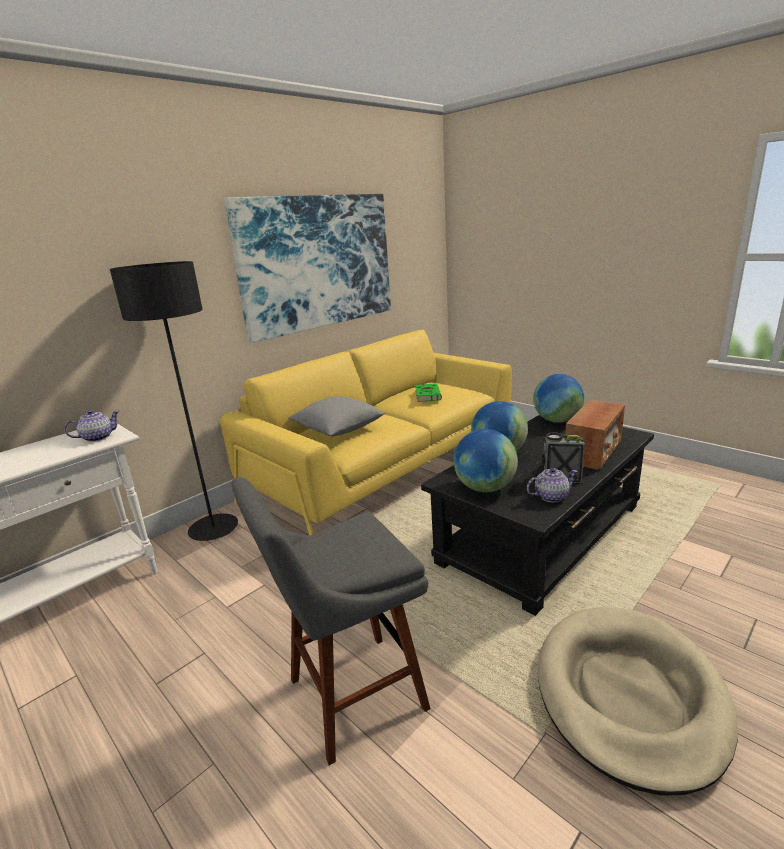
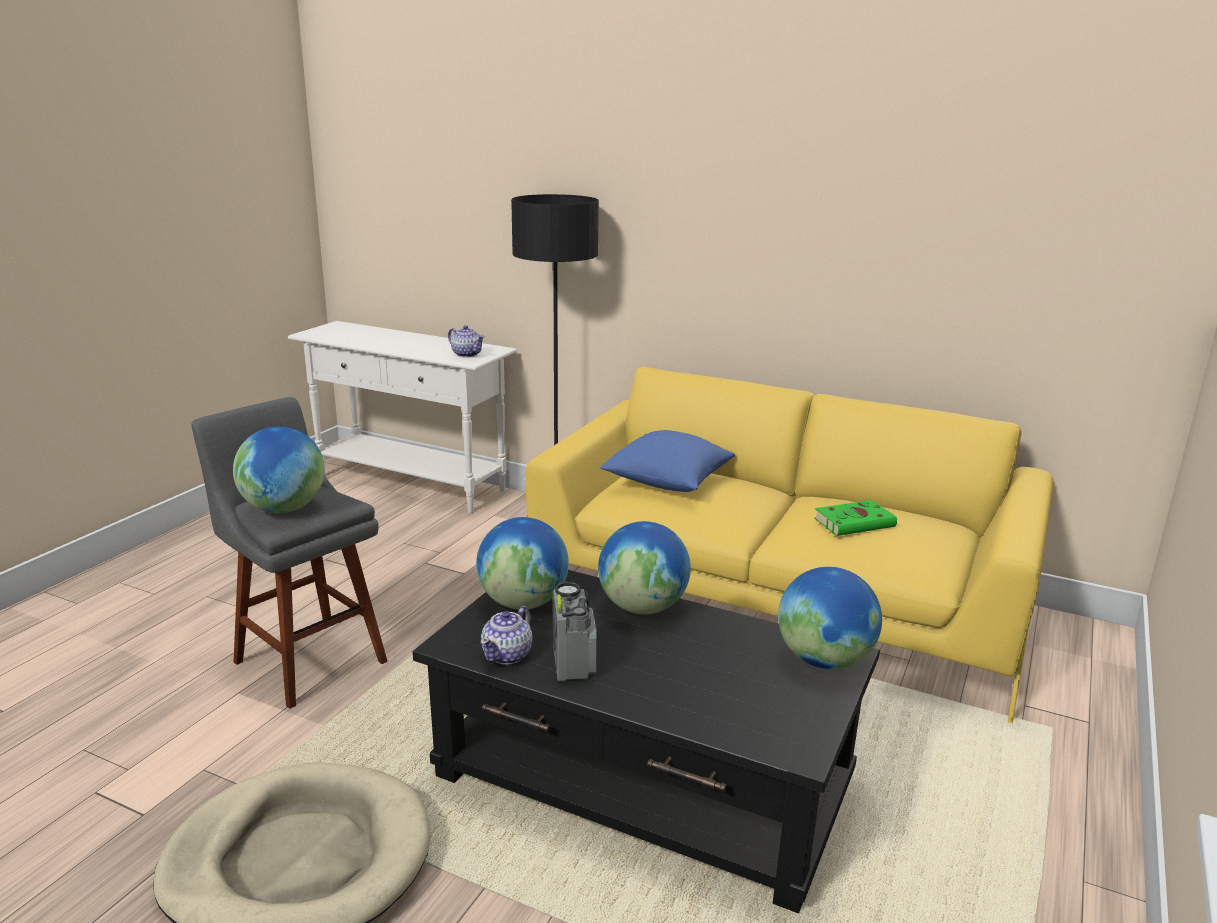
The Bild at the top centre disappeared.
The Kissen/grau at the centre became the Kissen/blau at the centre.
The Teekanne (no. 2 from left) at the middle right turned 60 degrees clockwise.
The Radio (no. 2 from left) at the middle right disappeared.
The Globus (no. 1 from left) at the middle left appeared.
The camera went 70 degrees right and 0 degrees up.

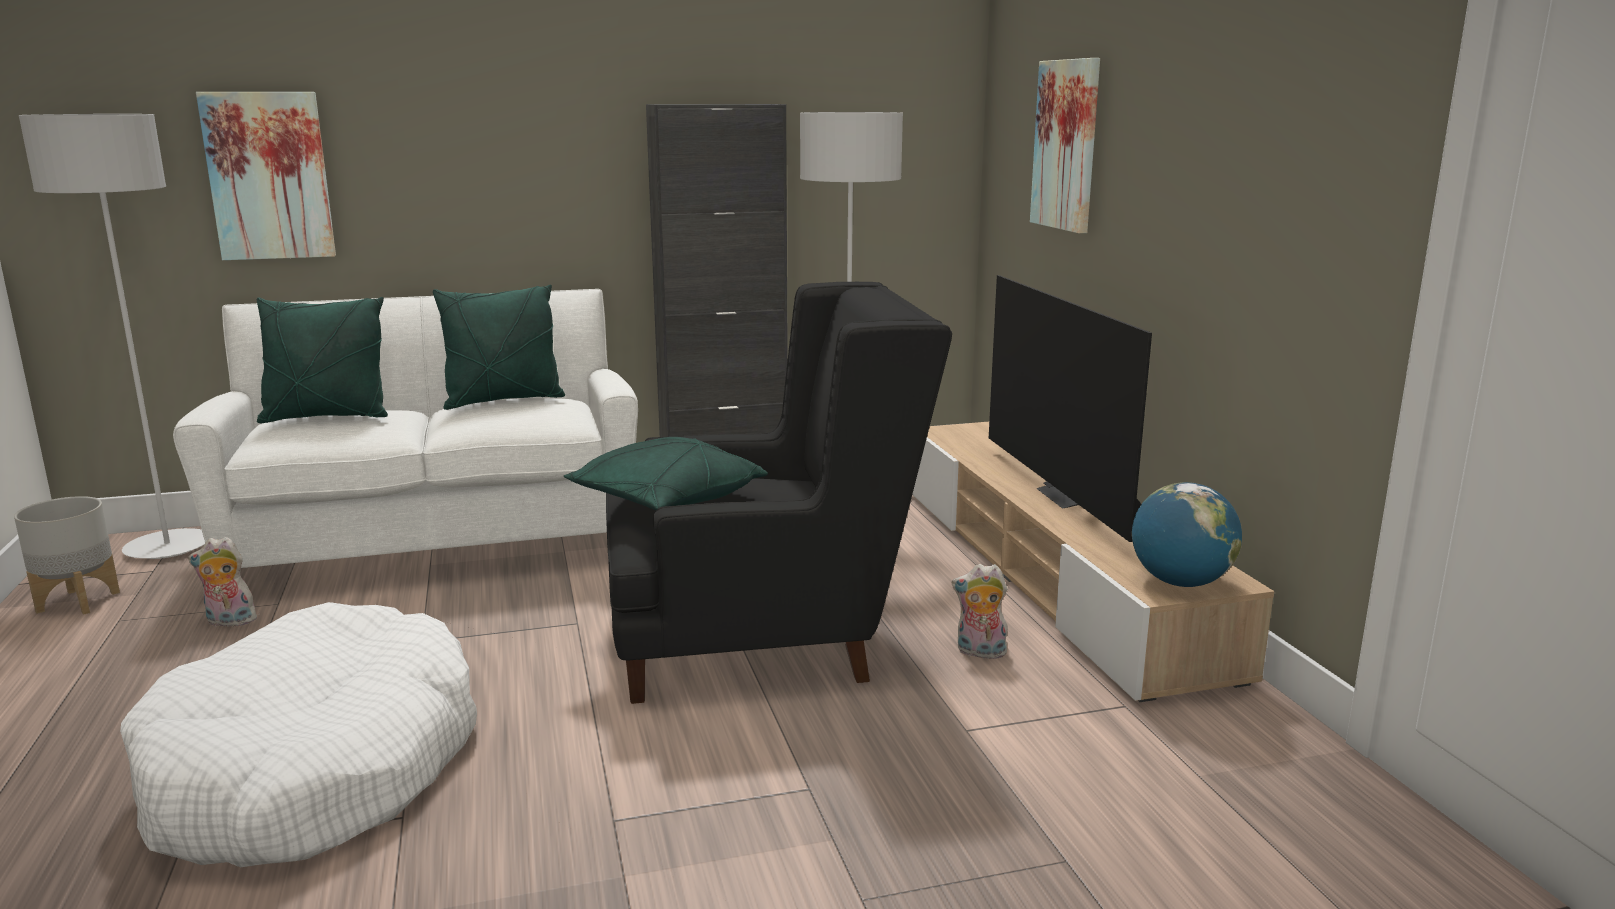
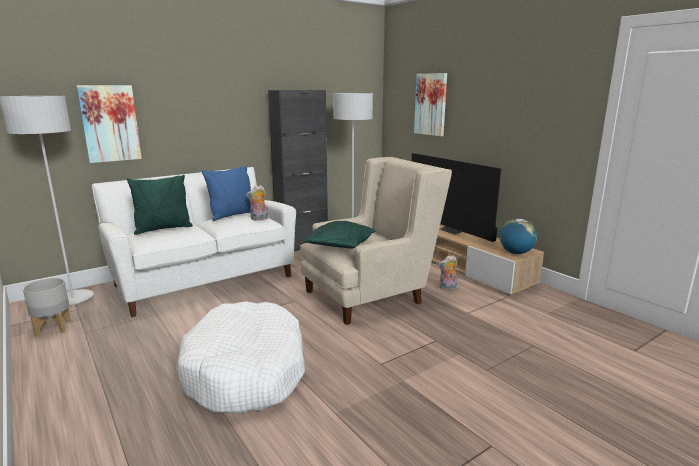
The Plüschtier (no. 1 from left) moved from the middle left to the centre.
The Kissen/grün (no. 2 from left) at the middle left became the Kissen/blau at the middle left.
The Sessel/schwarz at the centre became the Sessel/beige at the centre.
The camera went 20 degrees left and 0 degrees up.

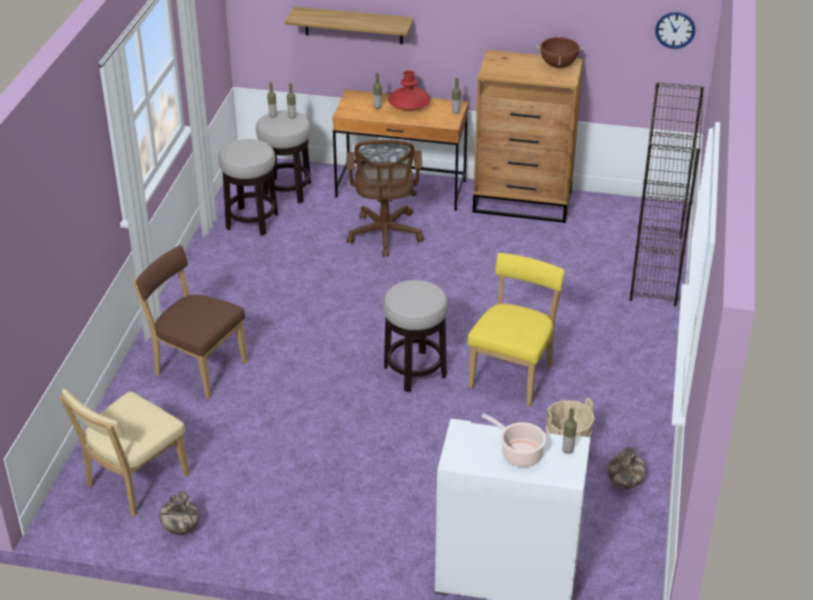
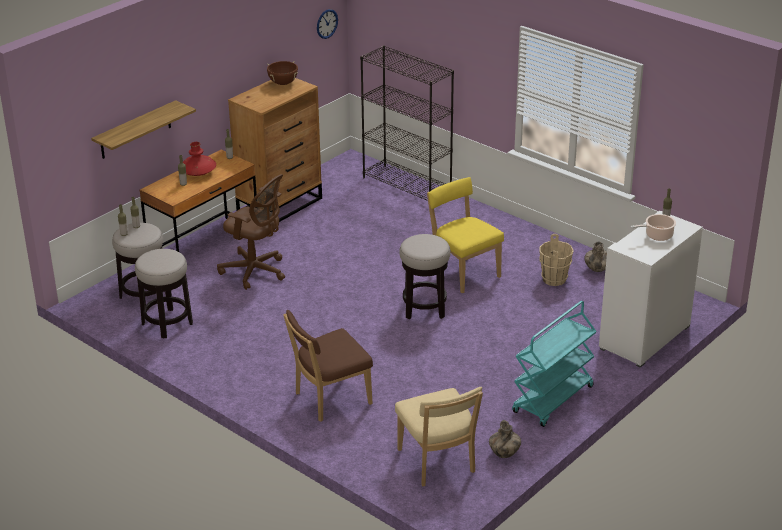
The Rollwagen/türkis at the bottom right appeared.
The camera went 60 degrees left and 5 degrees down.

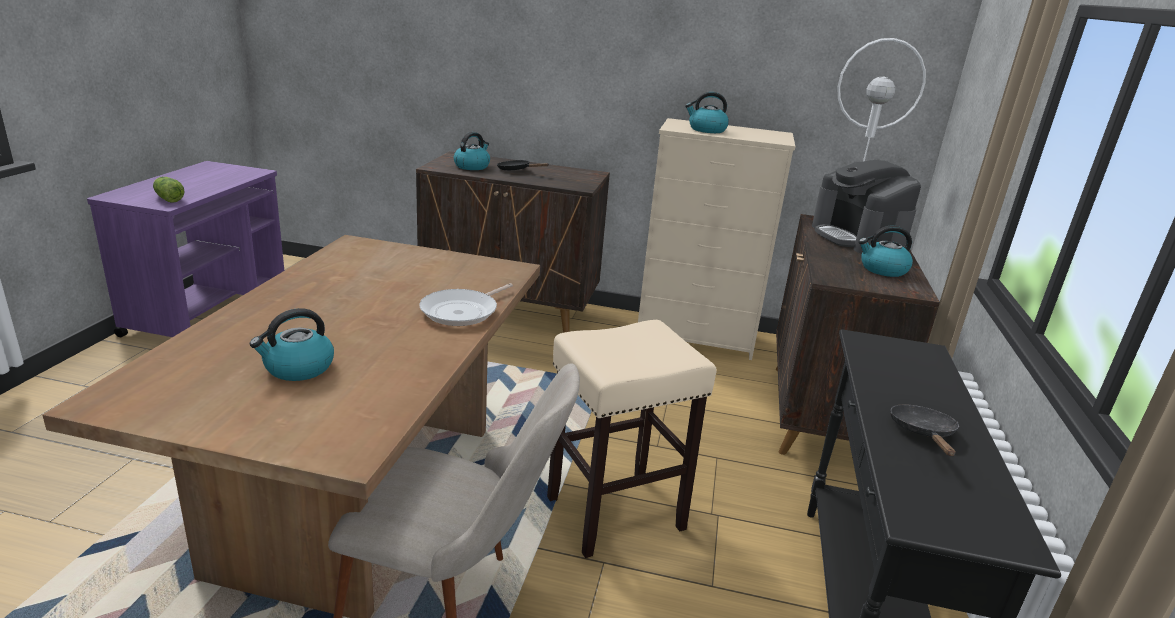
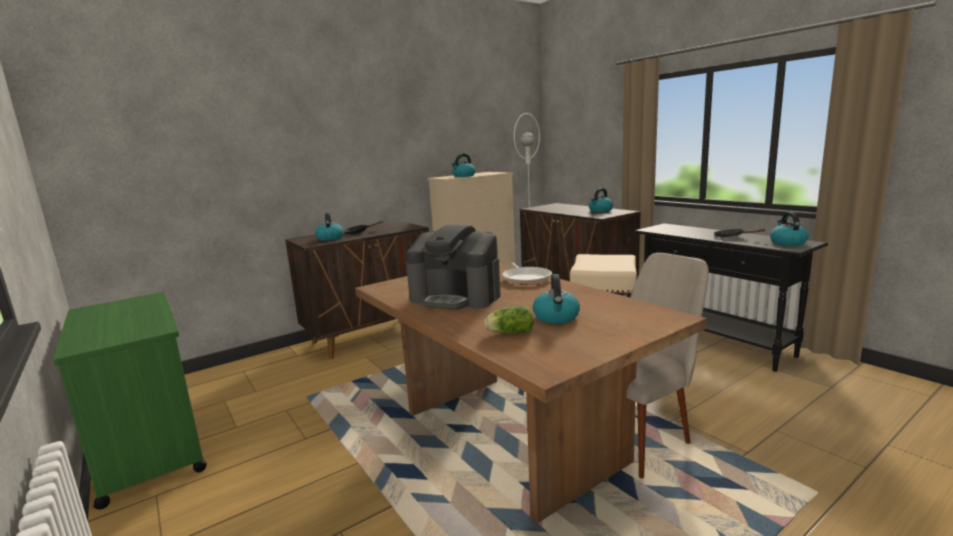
The Rollwagen/lila at the middle left became the Rollwagen/grün at the bottom left.
The Salatkopf moved from the top left to the centre.
The Kaffeemaschine moved from the middle right to the centre.
The Wasserkessel (no. 5 from left) at the middle right appeared.
The camera went 45 degrees left and 10 degrees down.

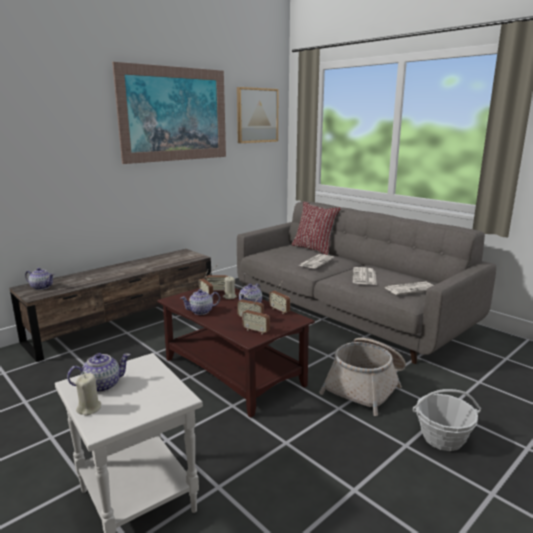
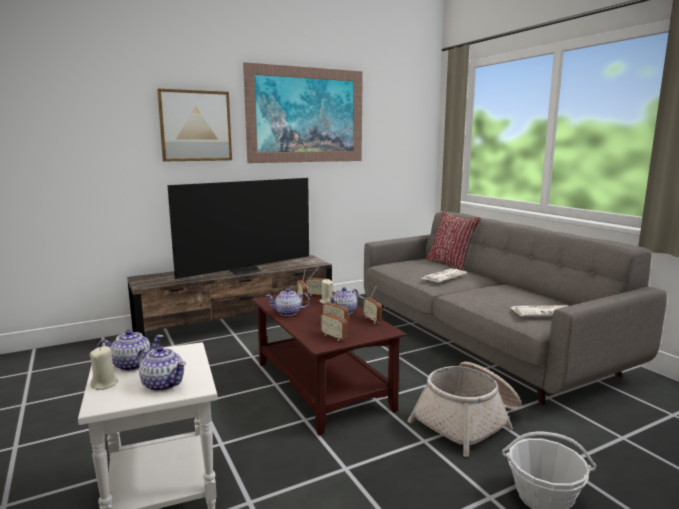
The Teekanne (no. 1 from left in the first image) moved from the middle left to the bottom left.
The Bild (no. 2 from left in the first image) moved from the top centre to the top left.
The Zeitung (no. 2 from left) at the middle right disappeared.
The Fernseher at the centre appeared.
The camera went 15 degrees right and 5 degrees down.

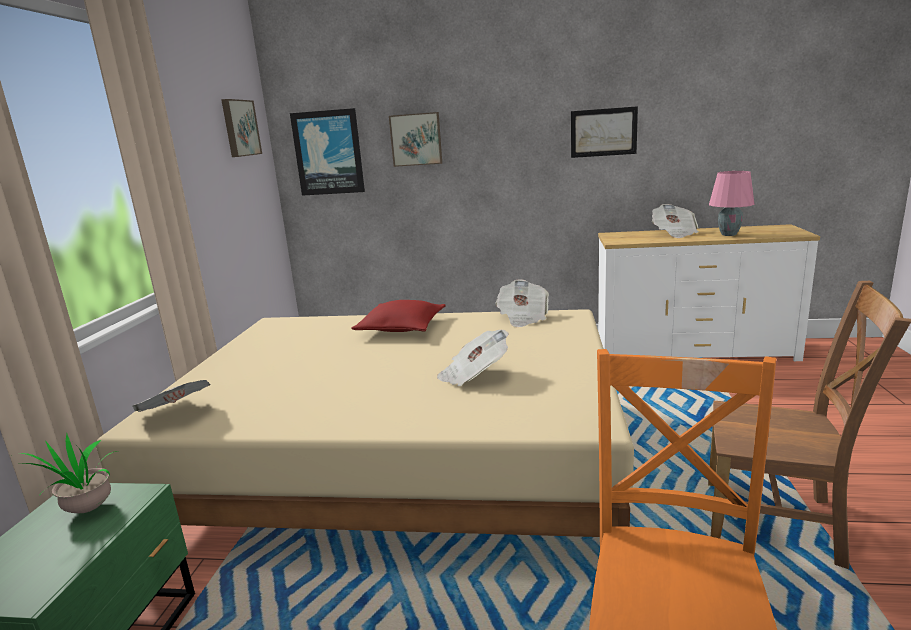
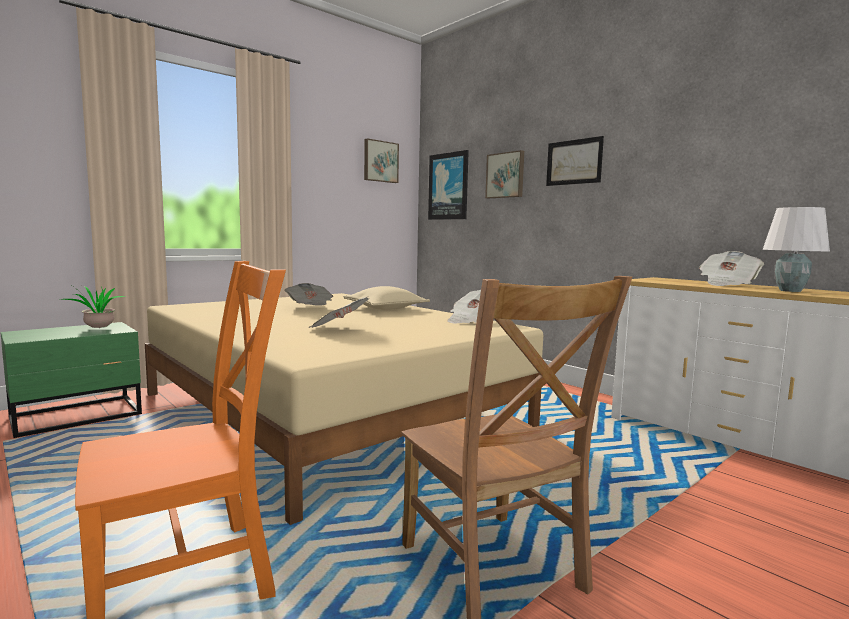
The Zeitung (no. 1 from left) moved from the middle left to the centre.
The Kissen/rot at the centre became the Kissen/beige at the centre.
The Bild (no. 4 from left) moved from the top centre to the top right.
The Tischlampe/rosa at the top right became the Tischlampe/weiß at the middle right.
The camera went 40 degrees right and 10 degrees down.

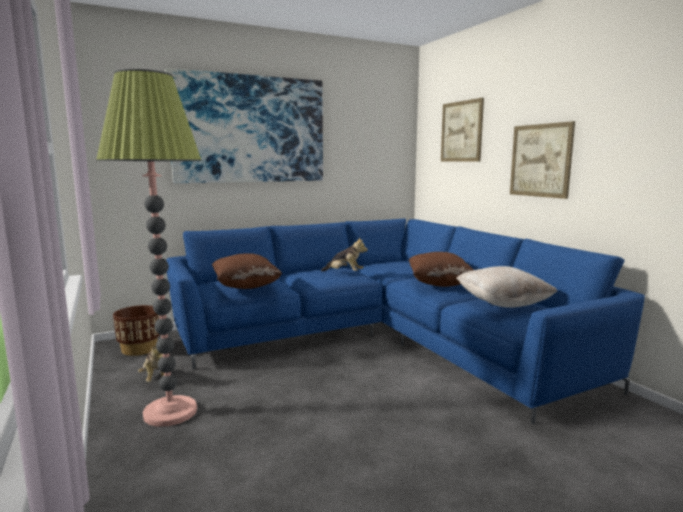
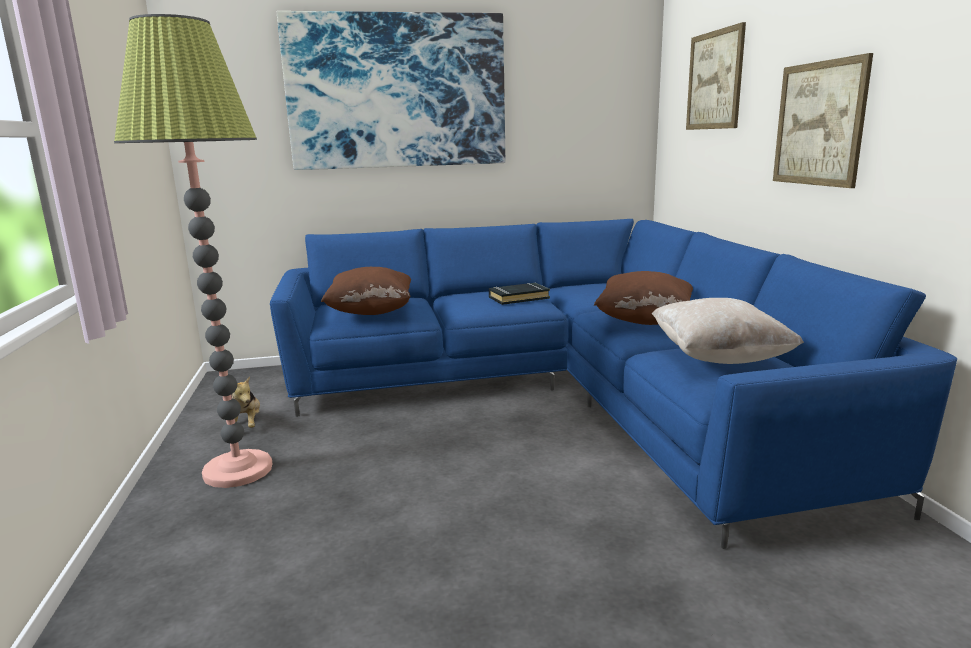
The Pflanzkübel/braun at the middle left disappeared.
The Plüschtier (no. 2 from left) at the centre was replaced by the Buch/schwarz at the centre.
The camera went 15 degrees right and 5 degrees up.

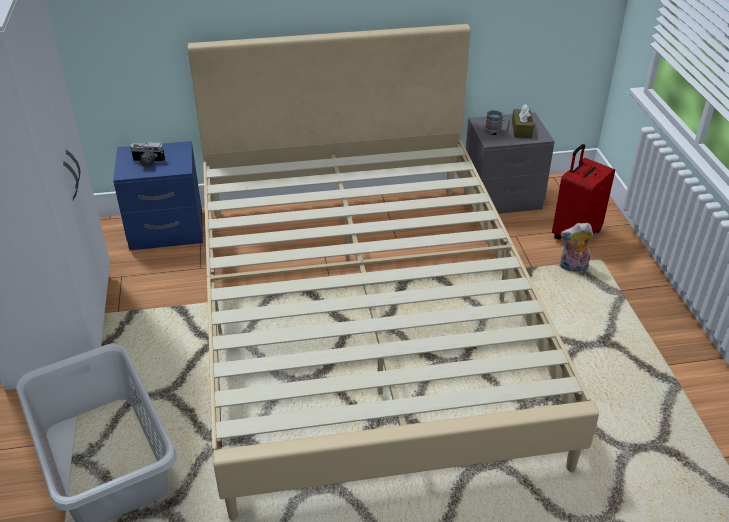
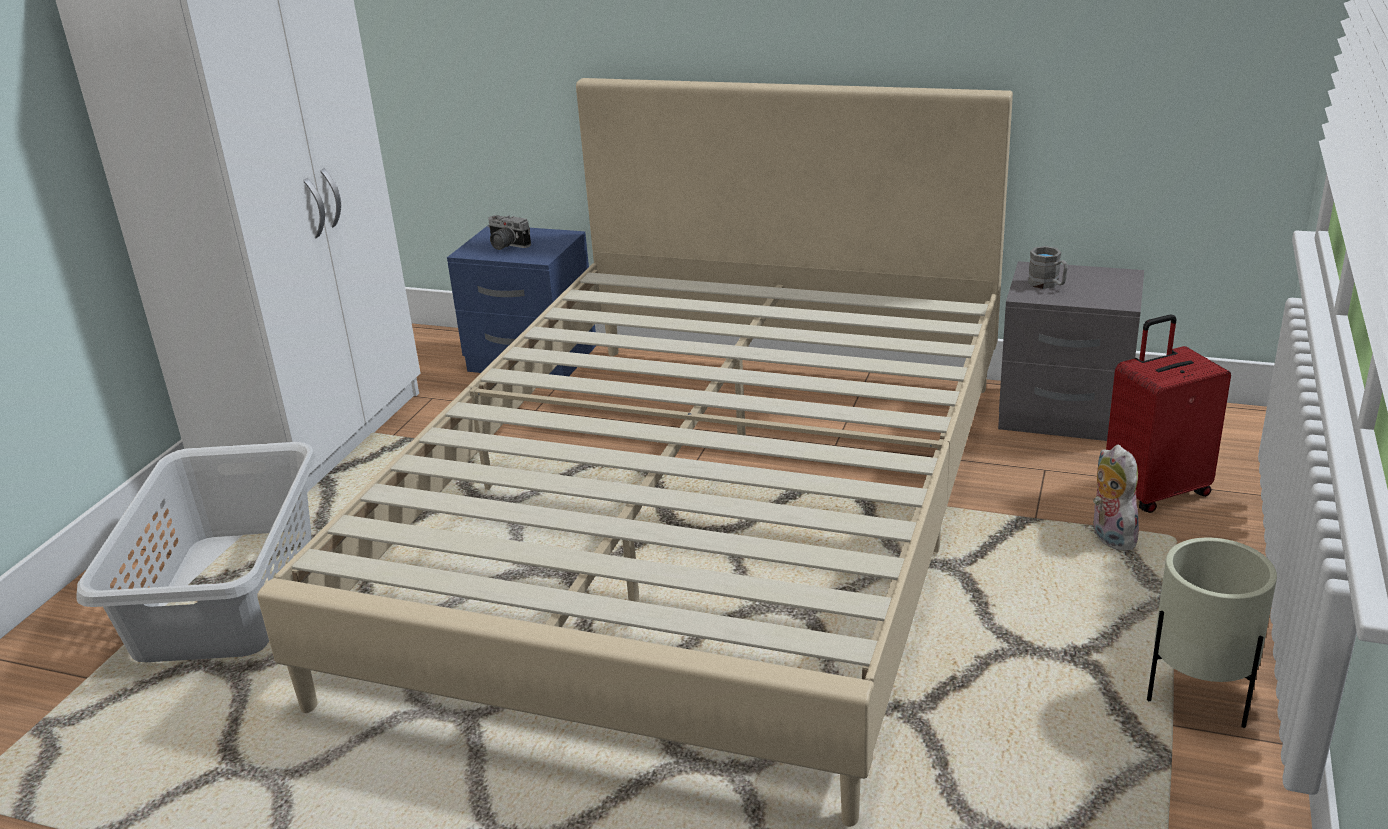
The Taschentuchbox/braun at the top right disappeared.
The Plüschtier at the middle right turned 45 degrees clockwise.
The Pflanzkübel/beige at the bottom right appeared.
The camera went 30 degrees right and 10 degrees down.

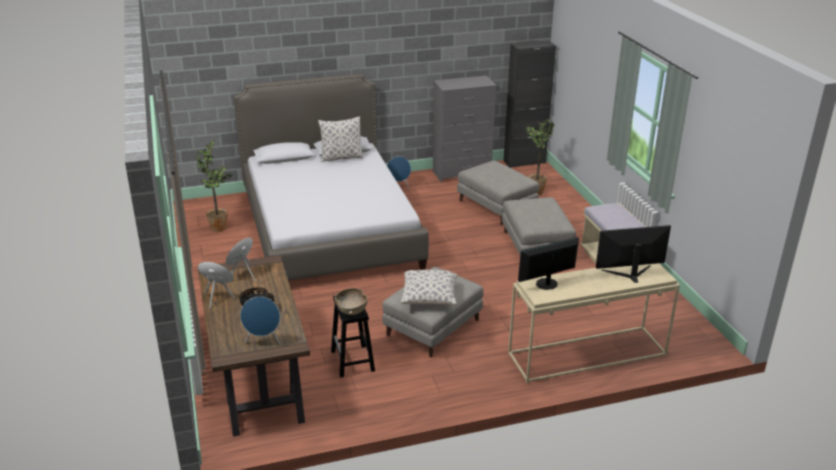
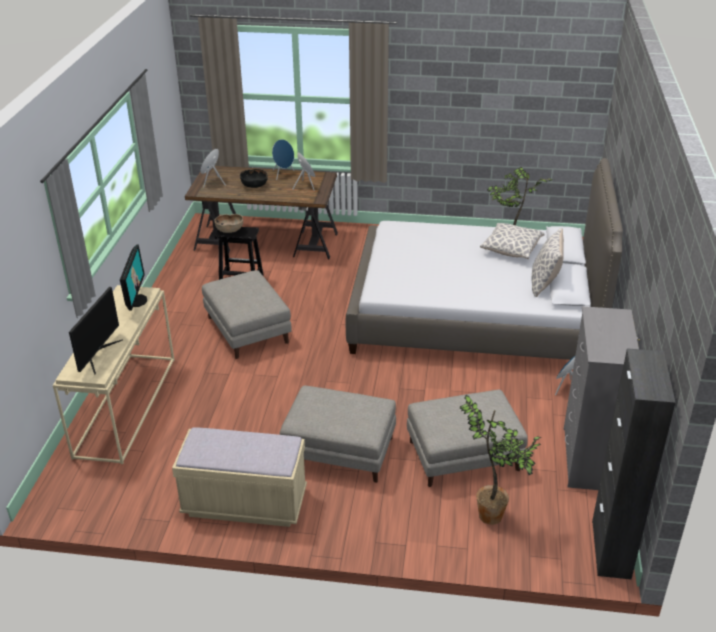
The Kissen (no. 2 from left in the first image) moved from the centre to the middle right.
The camera went 115 degrees right and 5 degrees up.

